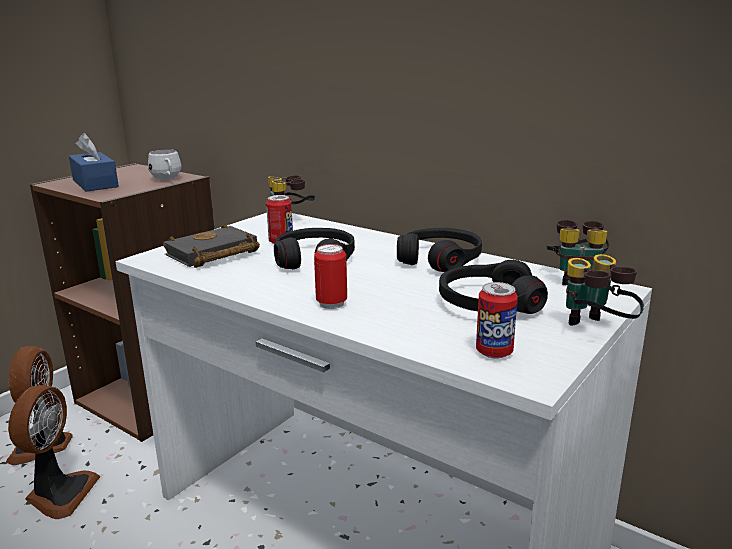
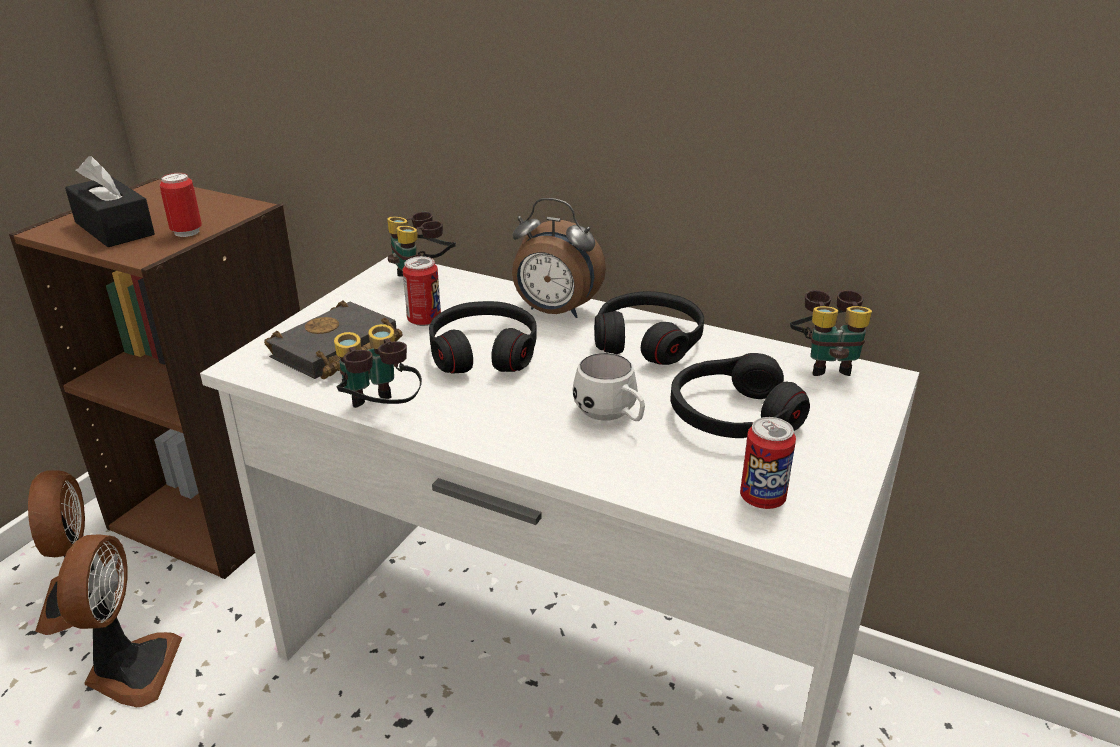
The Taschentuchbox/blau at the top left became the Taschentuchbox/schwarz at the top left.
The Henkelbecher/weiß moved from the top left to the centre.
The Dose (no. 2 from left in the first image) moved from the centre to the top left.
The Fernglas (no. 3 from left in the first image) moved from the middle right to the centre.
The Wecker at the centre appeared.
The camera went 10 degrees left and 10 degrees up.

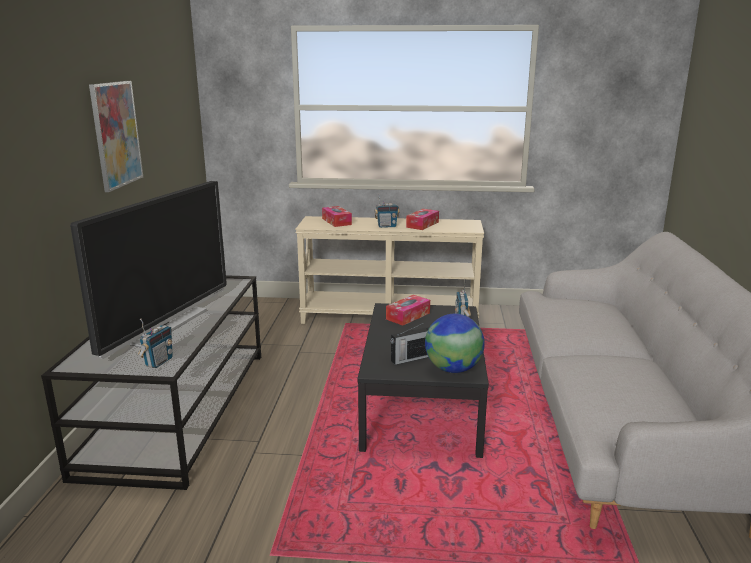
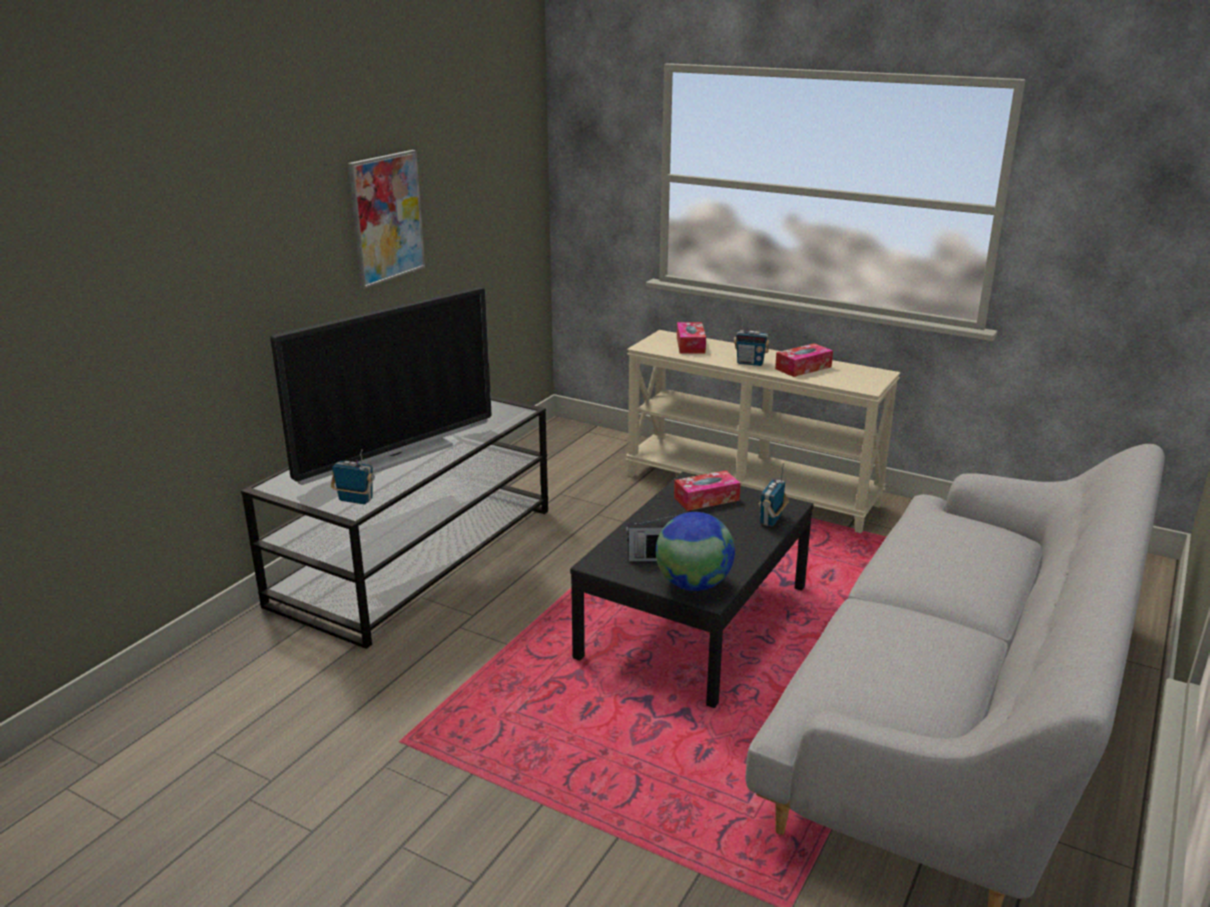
The Radio (no. 1 from left) at the middle left turned 120 degrees counterclockwise.
The camera went 25 degrees right and 5 degrees up.

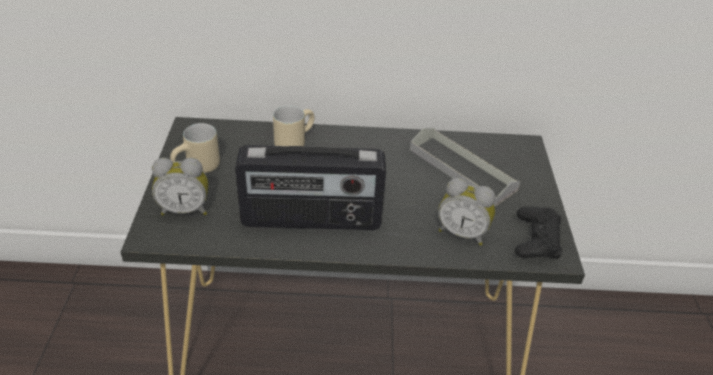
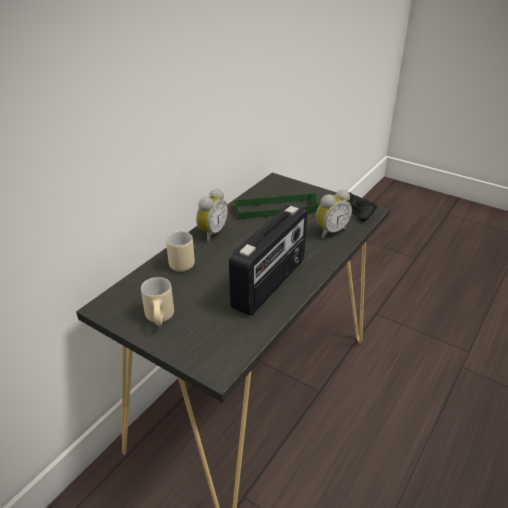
The Wecker (no. 1 from left) moved from the middle left to the centre.
The Tablett/grau at the centre became the Tablett/grün at the centre.
The camera went 55 degrees left and 5 degrees down.

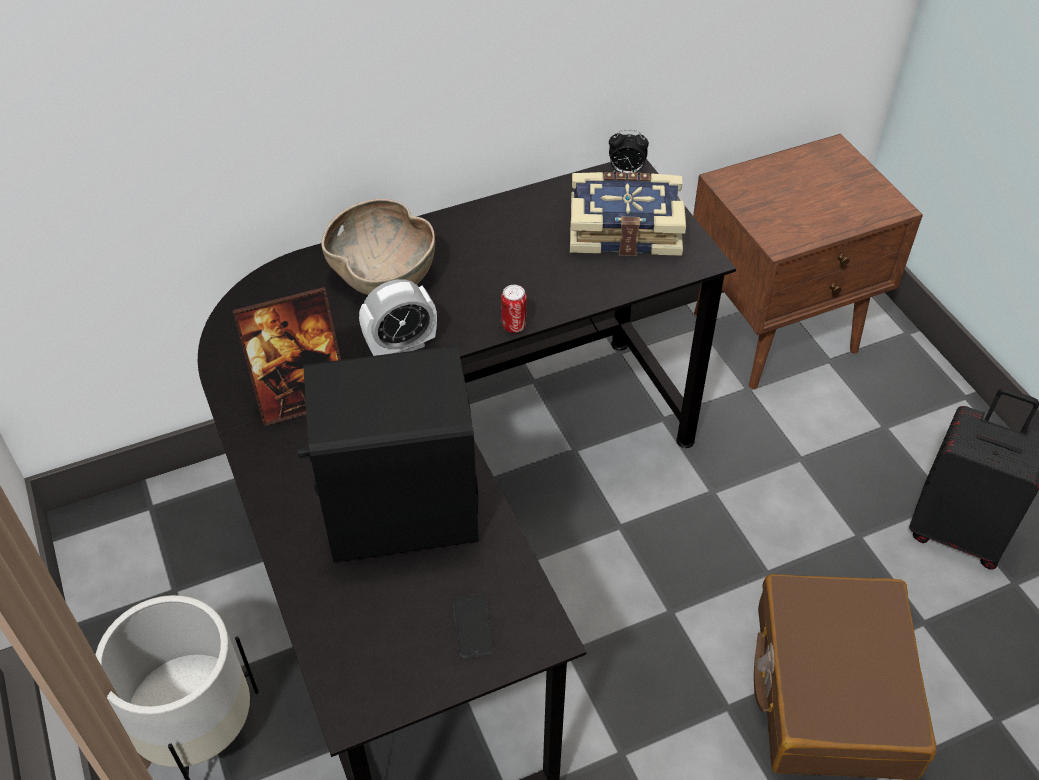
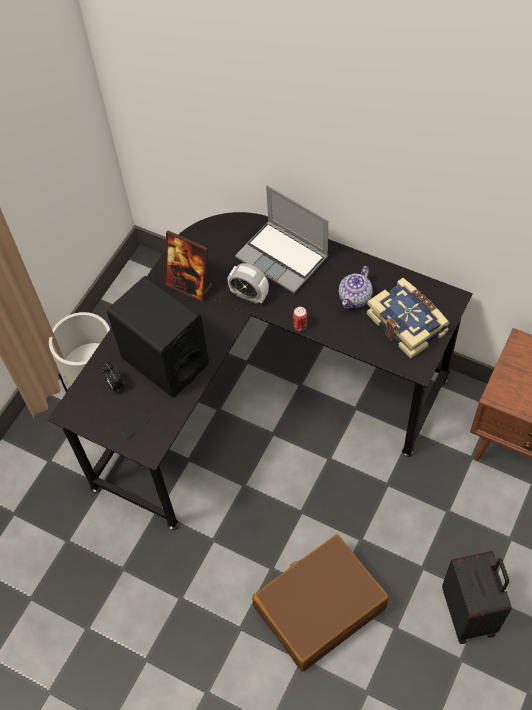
The Schüssel/braun at the top centre was replaced by the Laptop at the centre.
The Wecker (no. 2 from left in the first image) moved from the top centre to the middle left.
The Teekanne at the middle right appeared.
The camera went 55 degrees right and 10 degrees up.

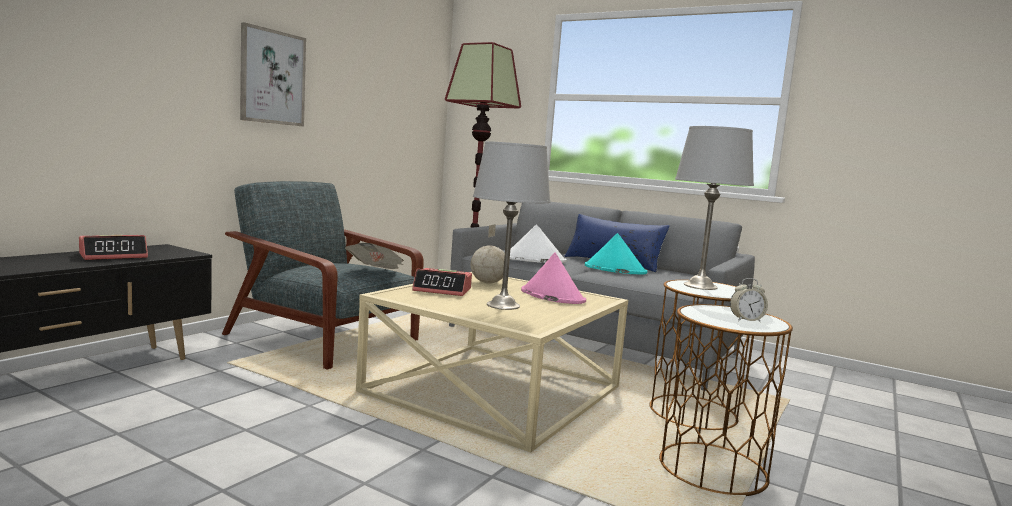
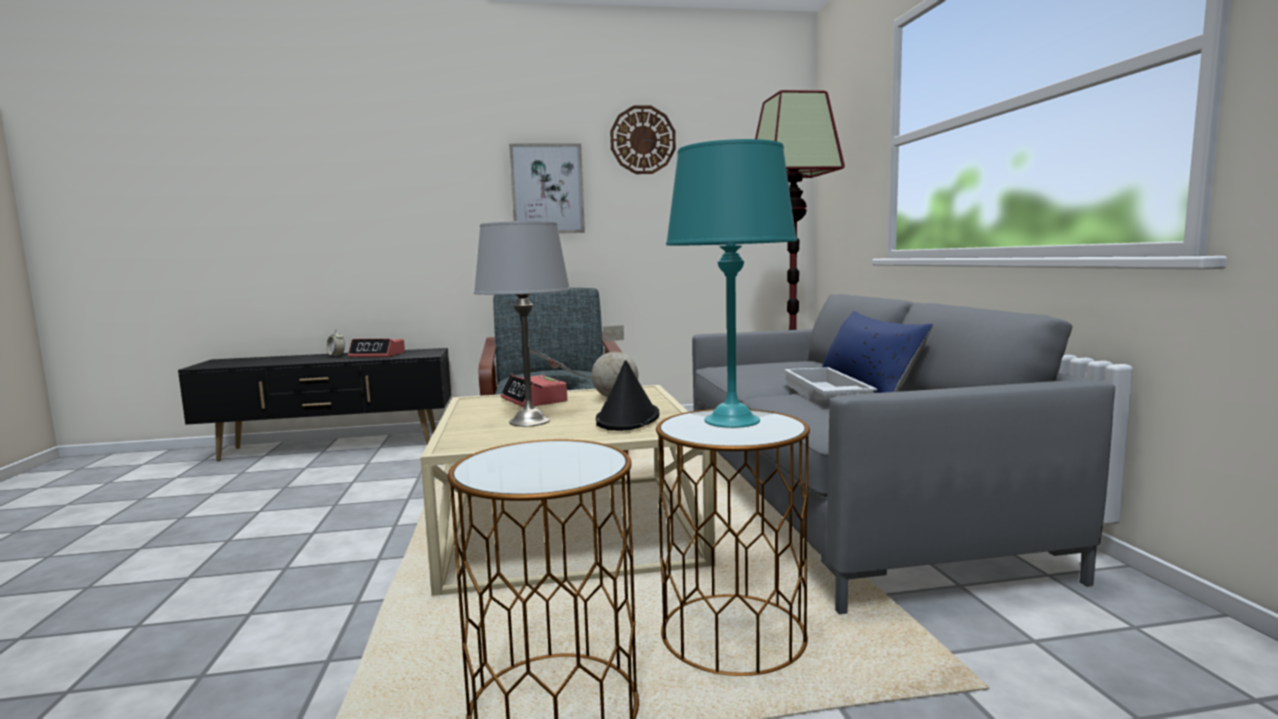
The Hut/weiß at the centre disappeared.
The Hut/rosa at the centre became the Hut/schwarz at the centre.
The Hut/türkis at the centre was replaced by the Tablett/weiß at the centre.
The Tischlampe/grau (no. 2 from left) at the middle right became the Tischlampe/türkis at the centre.
The Wecker (no. 3 from left in the first image) moved from the middle right to the middle left.
The Wanduhr at the top centre appeared.
The camera went 50 degrees right and 0 degrees up.

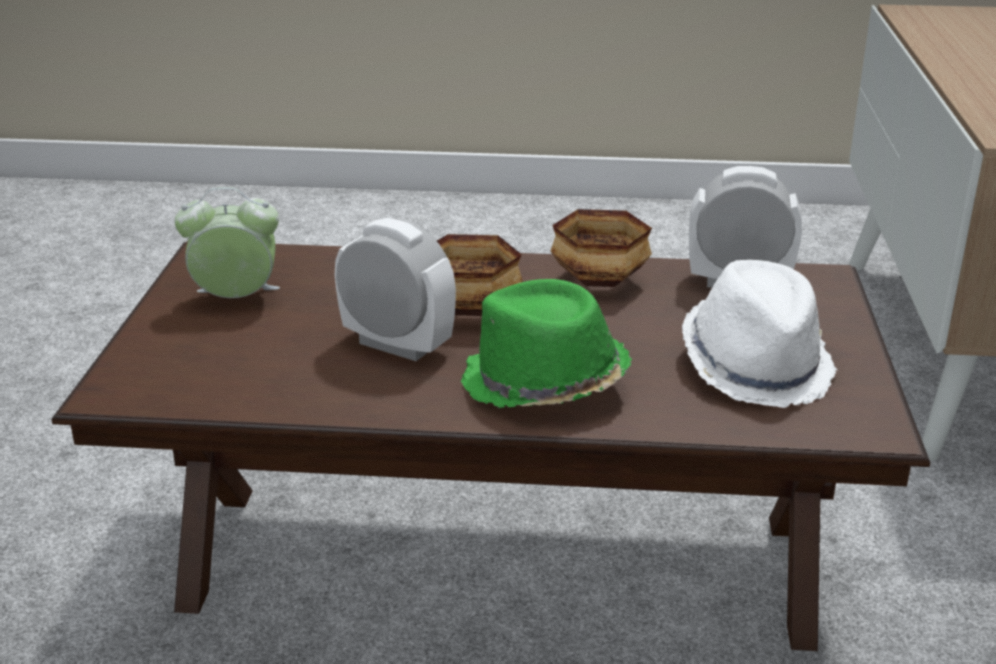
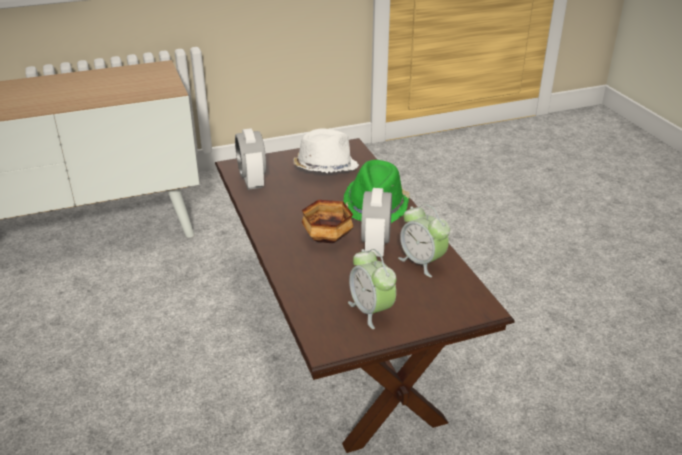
The Schüssel (no. 2 from left) at the centre disappeared.
The Wecker (no. 4 from left) at the centre appeared.
The camera went 115 degrees left and 5 degrees up.

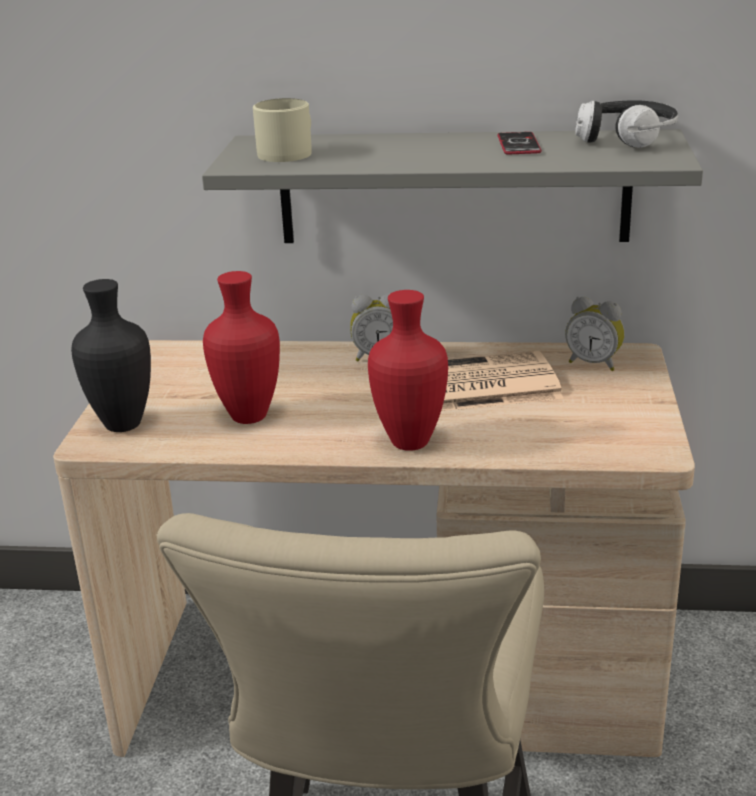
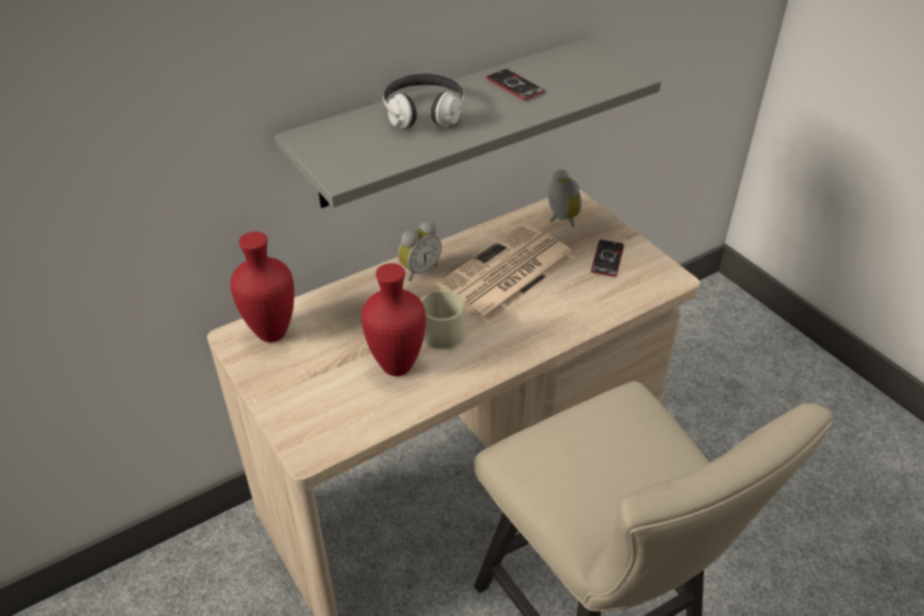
The Vase/schwarz at the middle left disappeared.
The Henkelbecher/beige moved from the top centre to the centre.
The Vase/rot (no. 2 from left in the first image) moved from the centre to the middle left.
The Wecker (no. 2 from left) at the middle right turned 105 degrees counterclockwise.
The Kopfhörer moved from the top right to the top centre.
The Handy (no. 2 from left) at the centre appeared.
The camera went 40 degrees left and 15 degrees up.

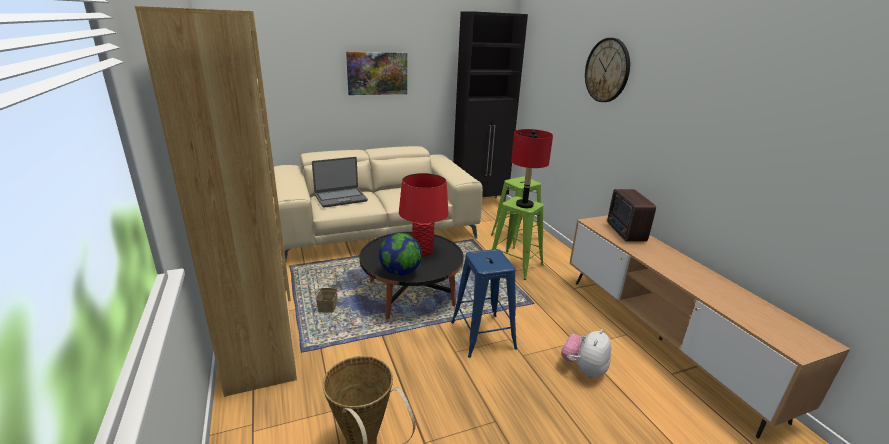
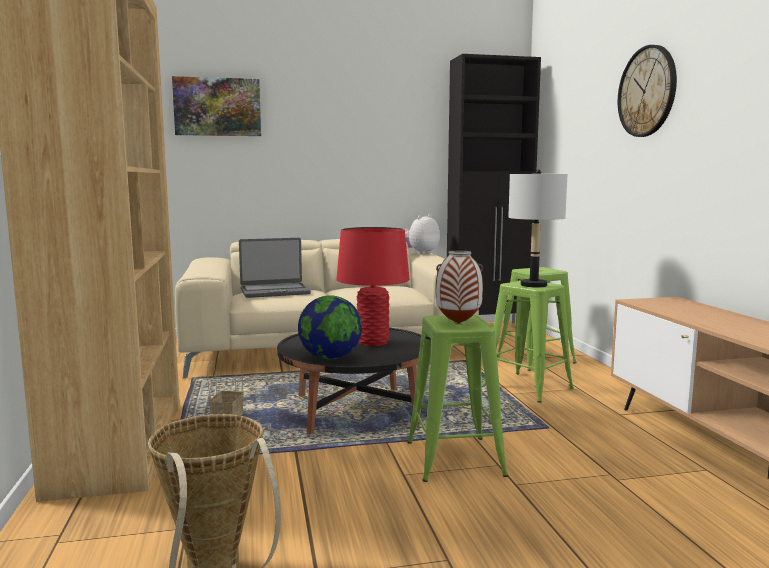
The Bild moved from the top centre to the top left.
The Hocker/blau at the bottom centre became the Hocker/grün (no. 1 from left) at the bottom centre.
The Tischlampe/rot (no. 2 from left) at the centre became the Tischlampe/grau at the middle right.
The Plüschtier moved from the bottom centre to the centre.
The Radio at the middle right disappeared.
The Vase at the centre appeared.
The camera went 10 degrees right and 15 degrees down.

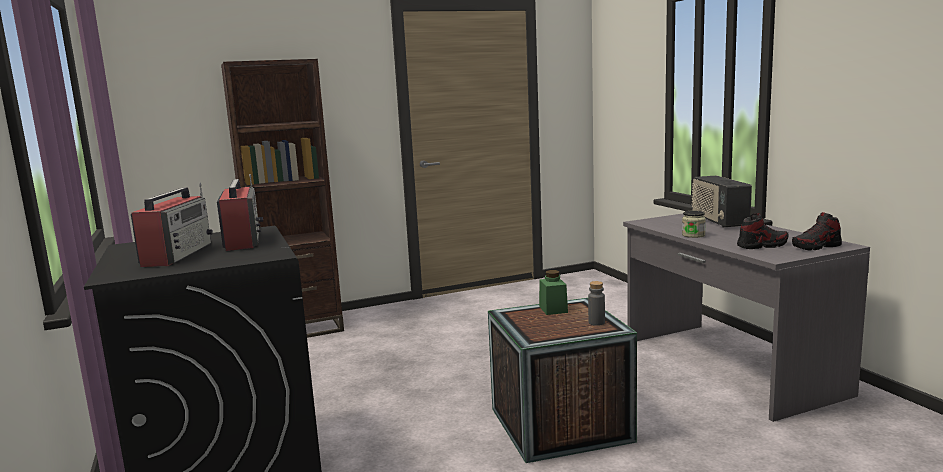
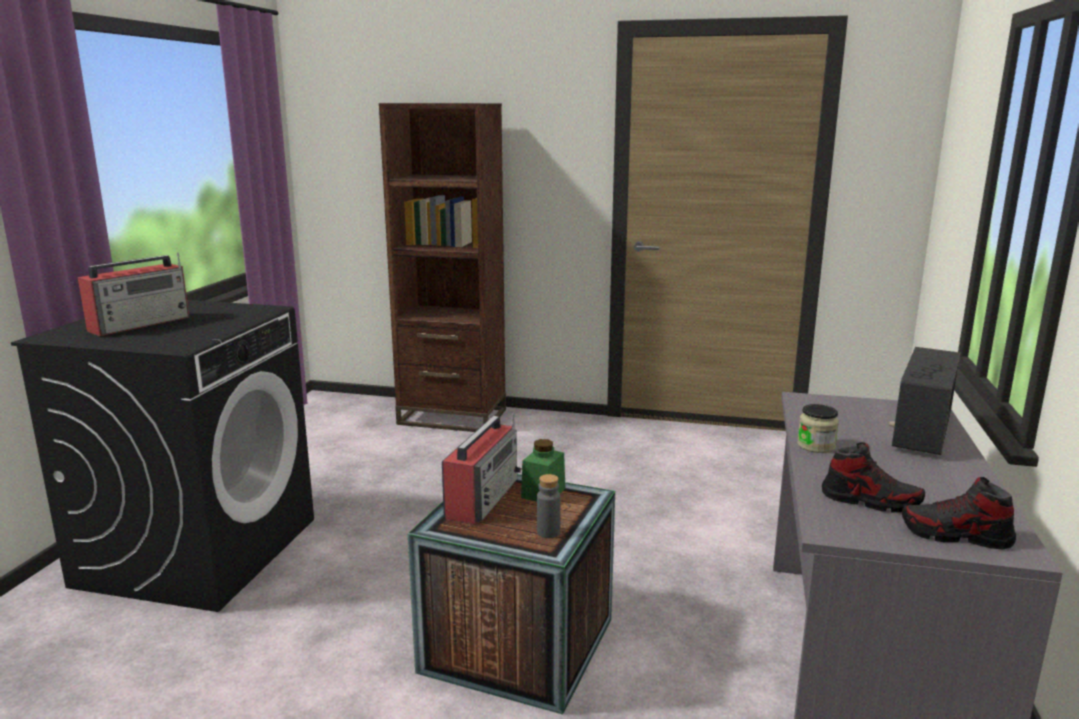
The Radio (no. 2 from left) moved from the middle left to the centre.
The camera went 35 degrees right and 5 degrees up.

